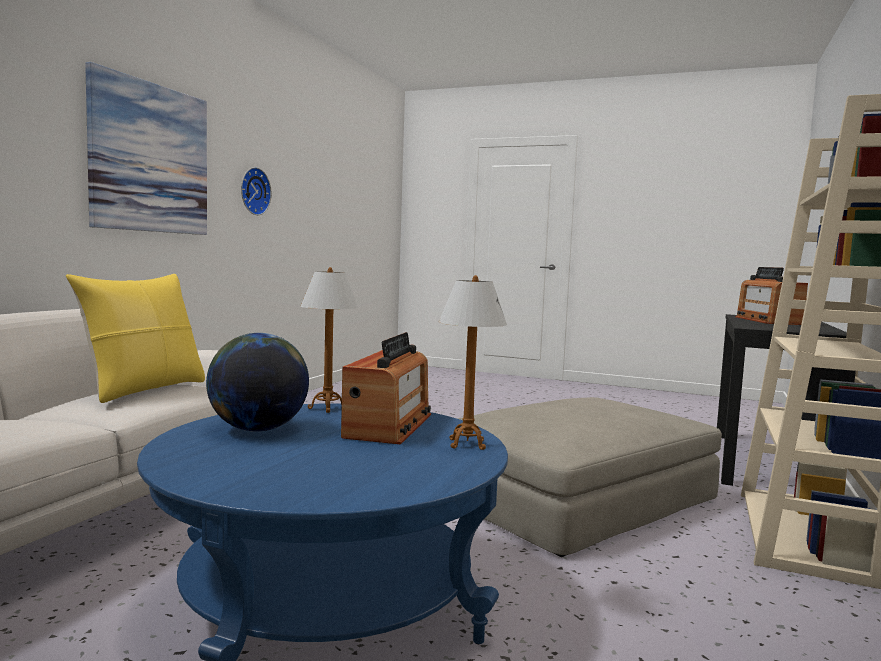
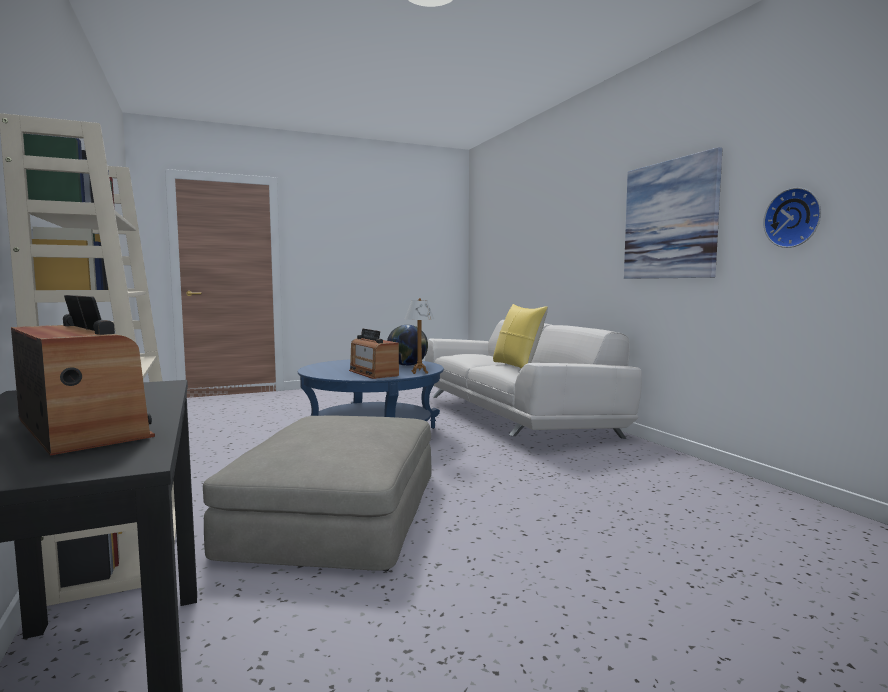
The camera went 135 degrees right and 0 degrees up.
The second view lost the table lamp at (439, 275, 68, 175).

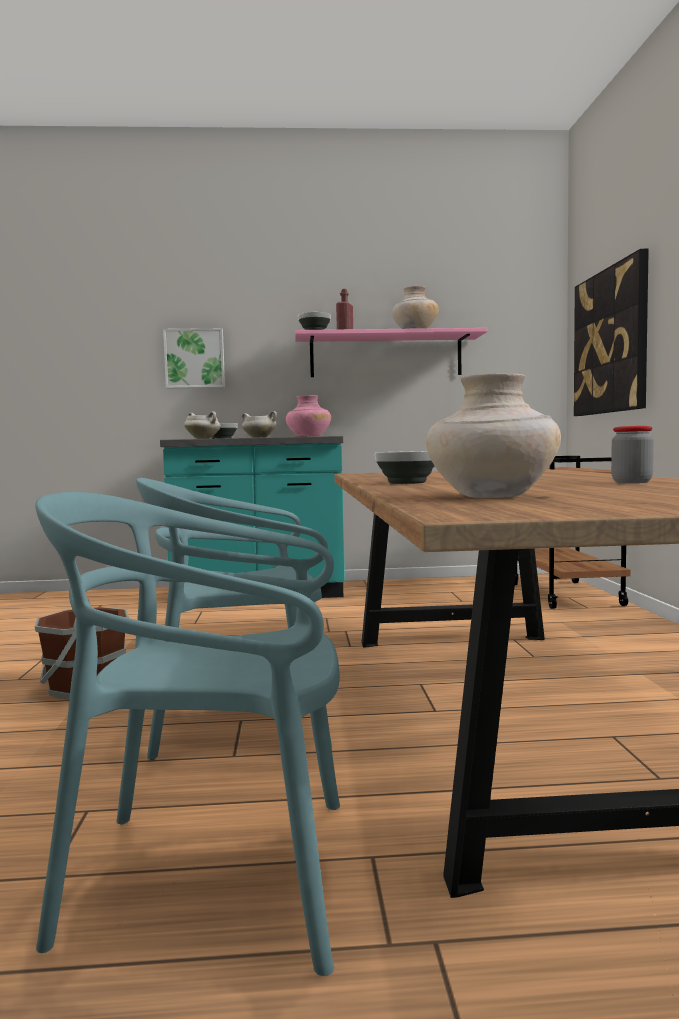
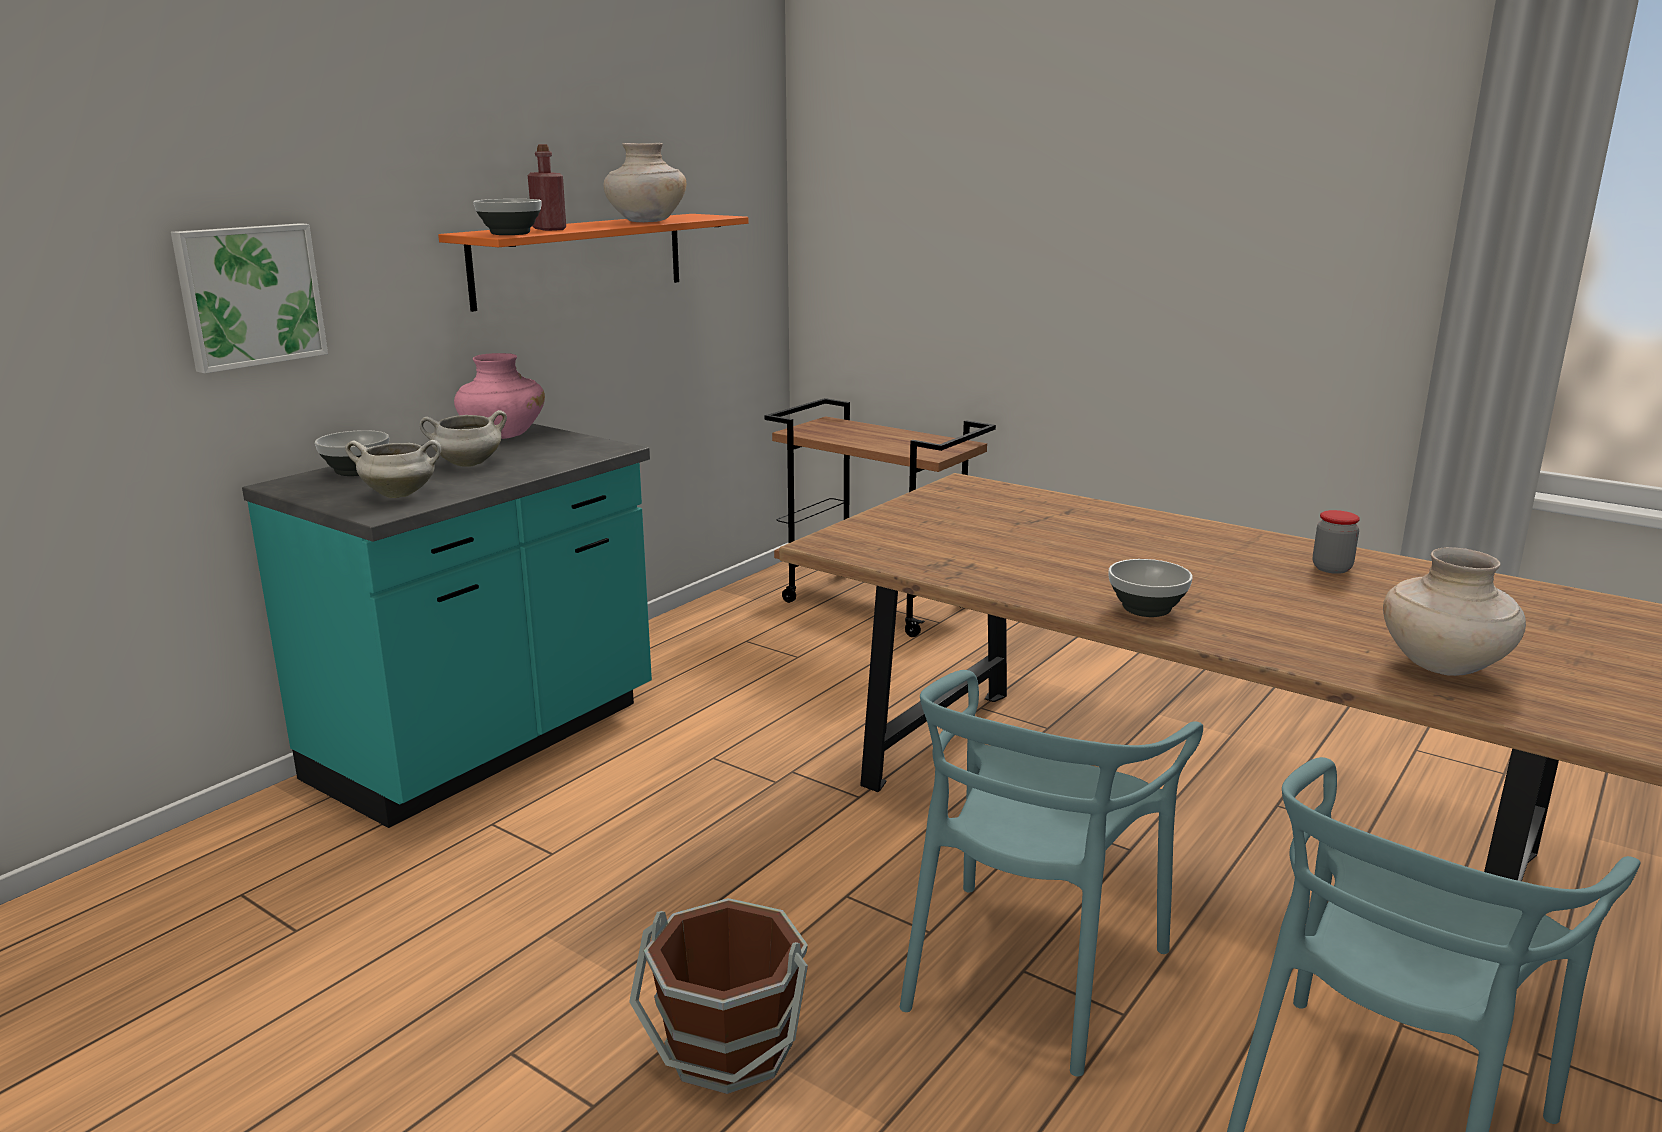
The camera went 50 degrees left and 15 degrees up.
What was the shelf (pink) at (295, 328, 193, 49) turned into the shelf (orange) at (438, 214, 311, 98).
The second view lost the picture at (574, 249, 75, 167).

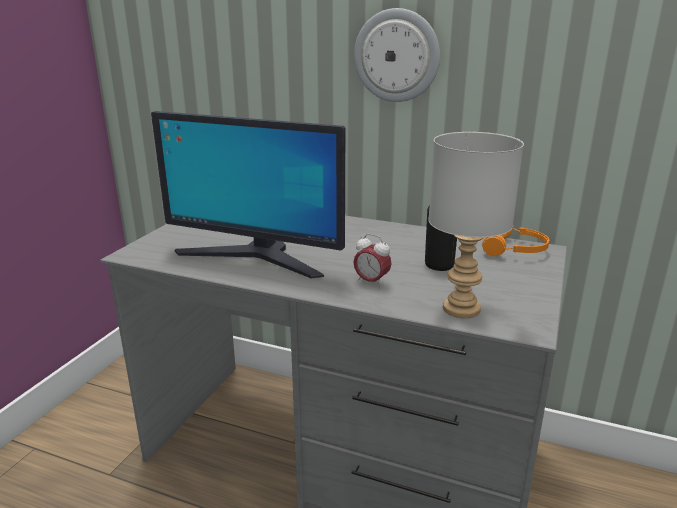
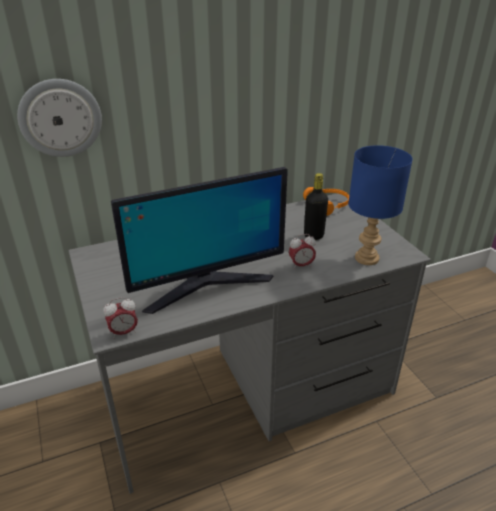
The camera went 45 degrees left and 10 degrees up.
The wall clock ended up elsewhere, having gone from (354, 8, 86, 94) to (17, 79, 85, 78).
What was the table lamp (grey) at (428, 132, 96, 186) turned into the table lamp (blue) at (348, 145, 65, 120).
The second view gained the alarm clock at (103, 297, 35, 42).

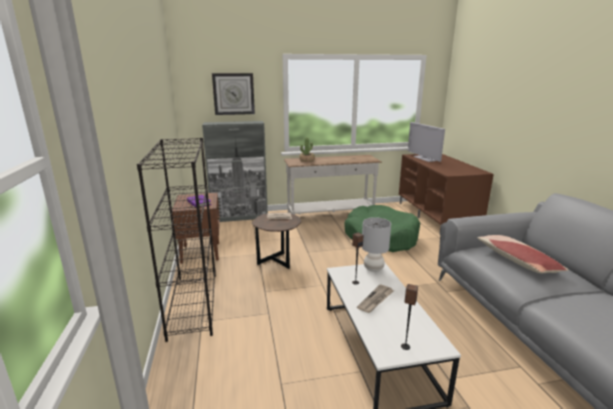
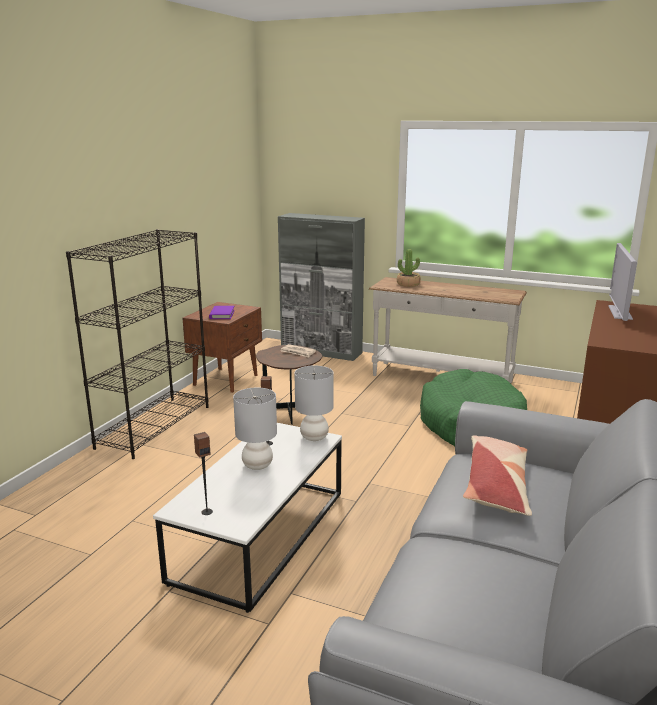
The camera went 35 degrees right and 0 degrees up.
The second view lost the wall clock at (212, 73, 43, 42).
Where the newspaper stood at (357, 284, 37, 29), the table lamp (grey) came to stand at (233, 387, 44, 83).

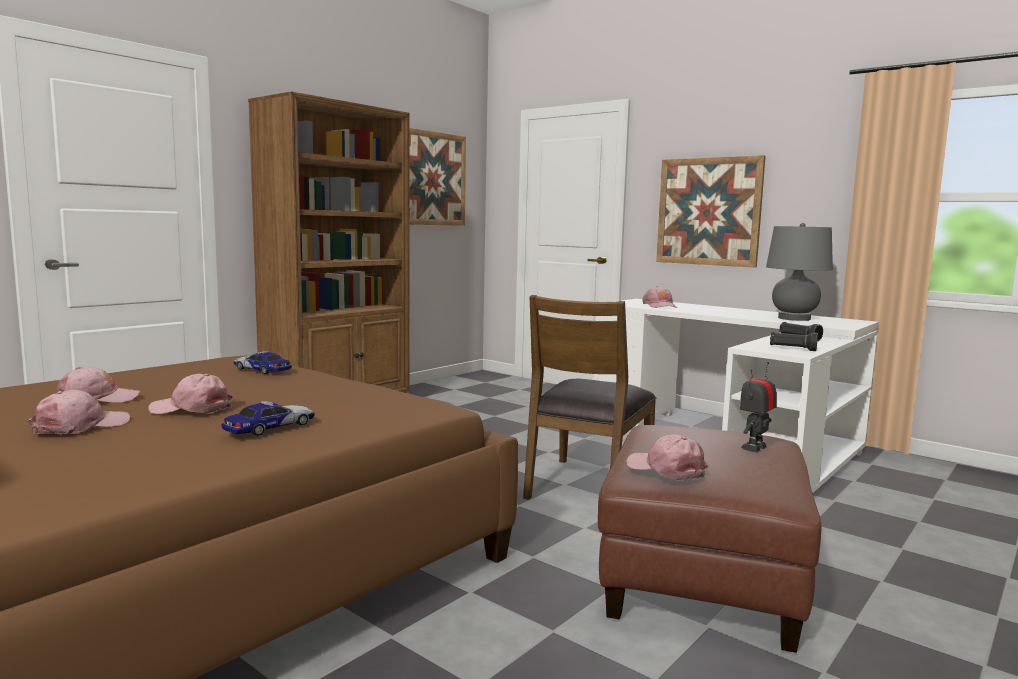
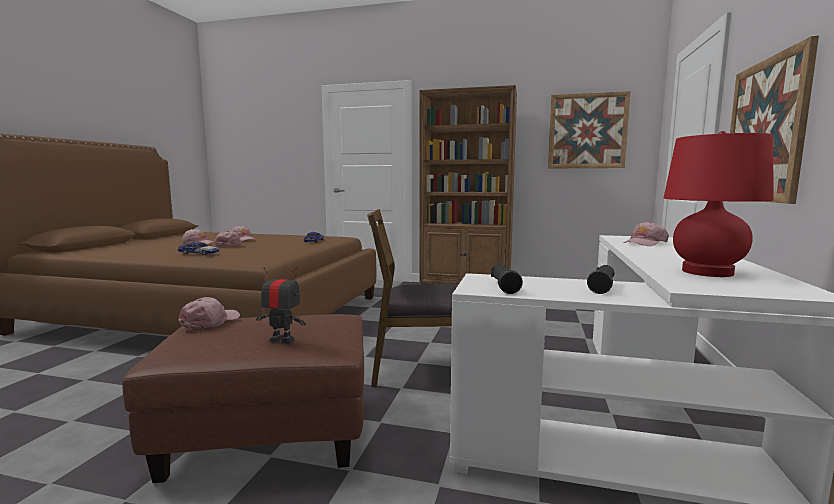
The camera went 65 degrees right and 0 degrees up.
What was the table lamp (grey) at (766, 223, 67, 98) turned into the table lamp (red) at (664, 131, 110, 146).

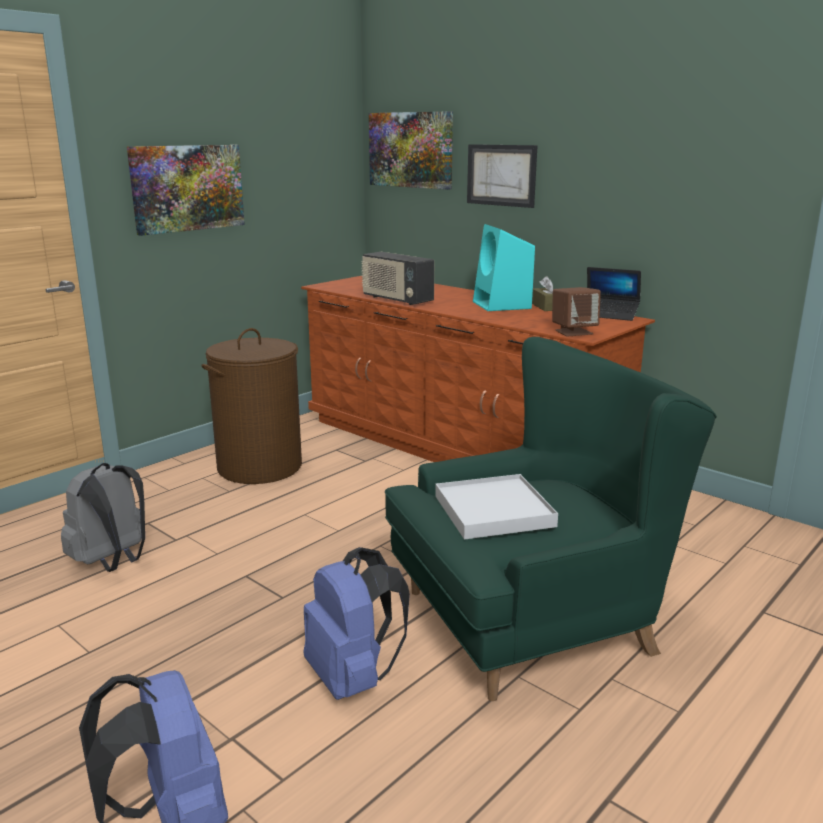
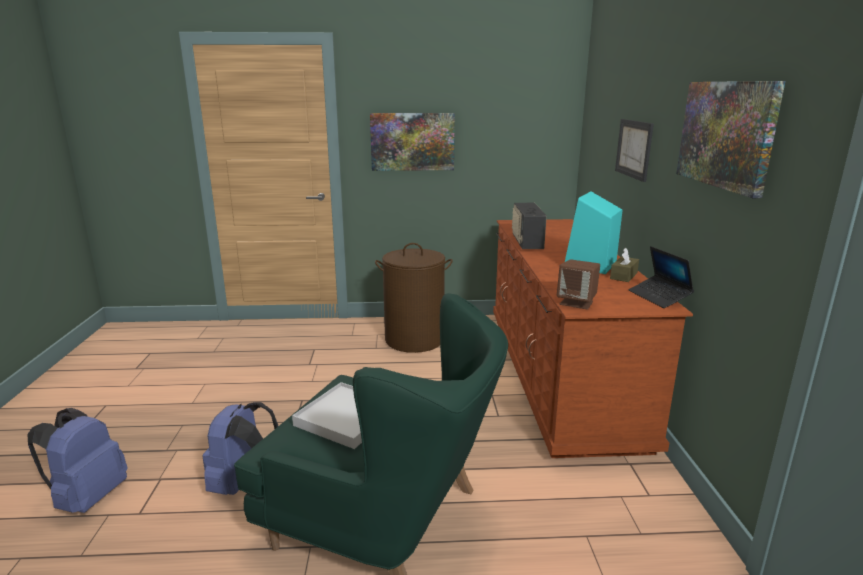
The camera went 45 degrees right and 0 degrees up.
The second view lost the backpack (grey) at (61, 463, 84, 109).
The picture ended up elsewhere, having gone from (369, 111, 84, 79) to (676, 81, 110, 117).

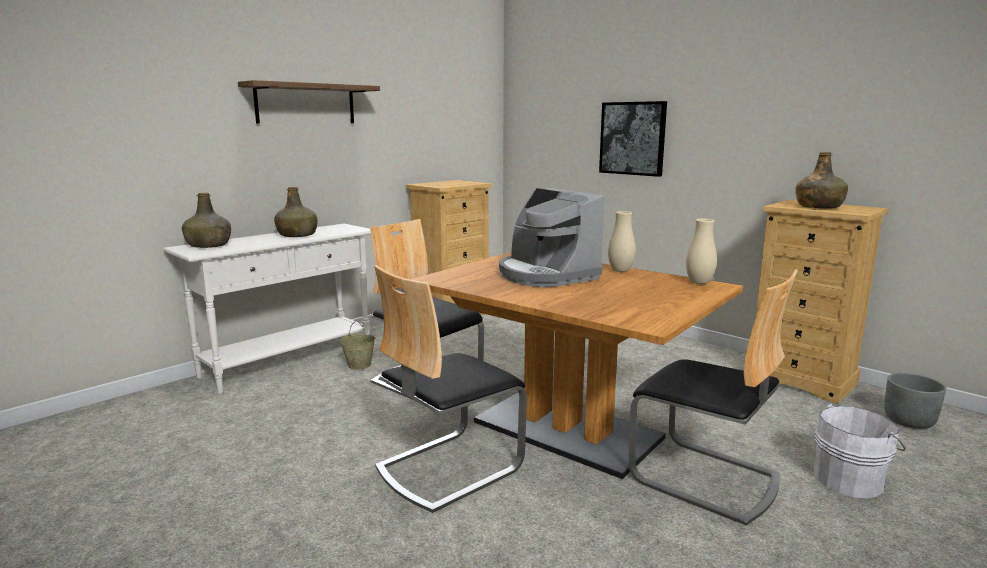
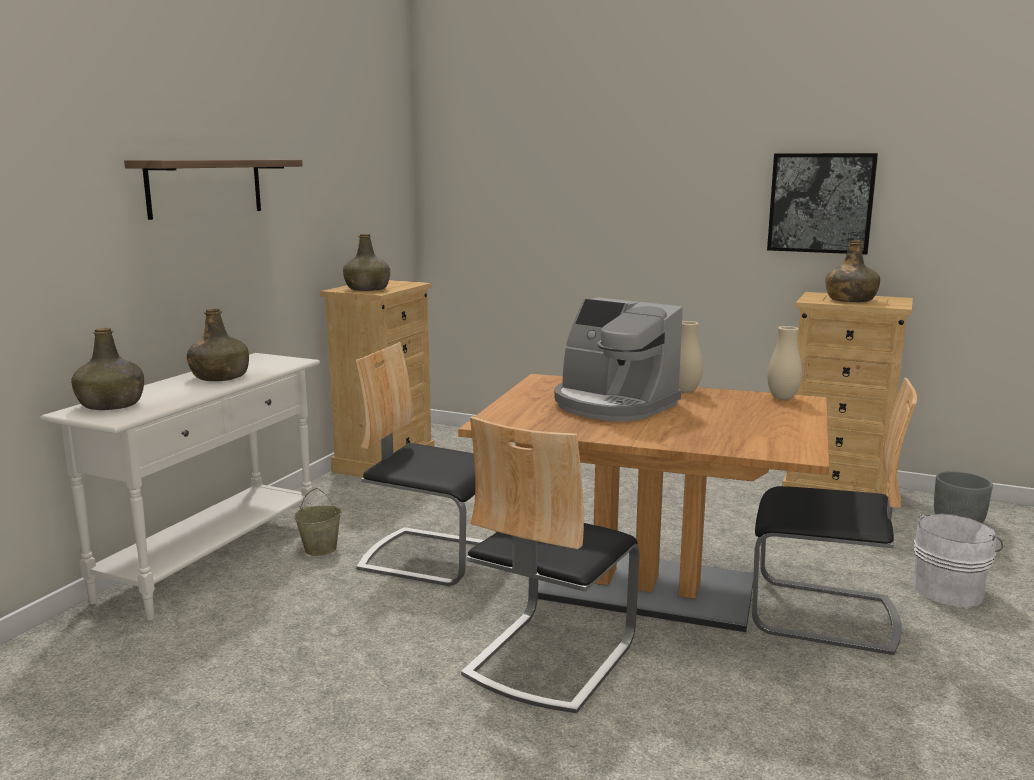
The camera went 20 degrees left and 0 degrees up.
The picture ended up elsewhere, having gone from (599, 101, 68, 76) to (767, 153, 111, 102).
The second view gained the bottle (green) at (343, 234, 47, 57).

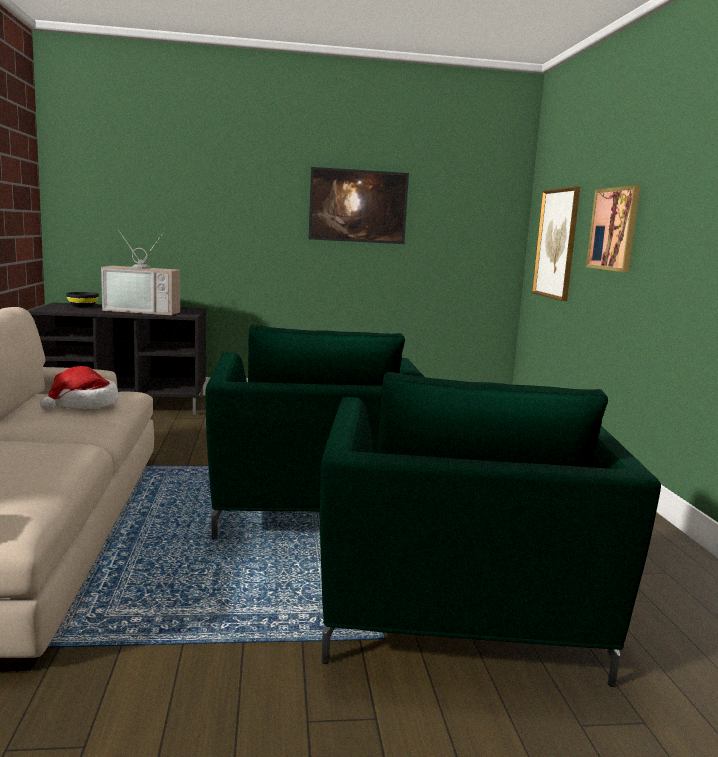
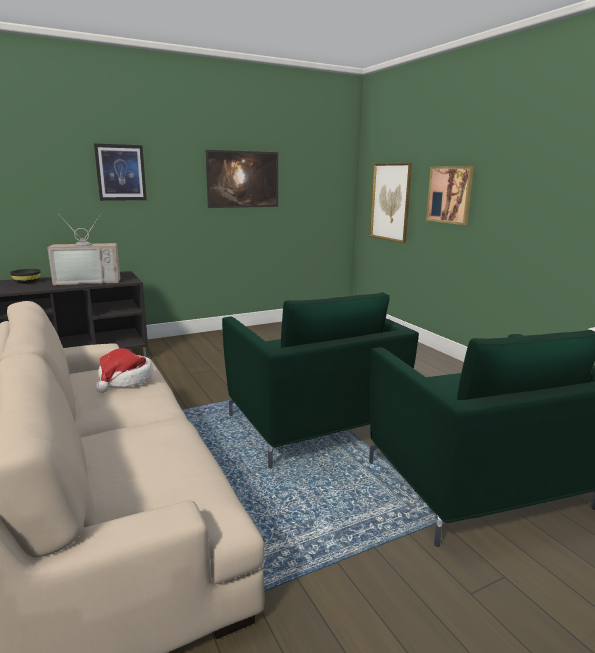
The camera went 20 degrees left and 5 degrees up.
The second view gained the picture at (94, 143, 53, 58).

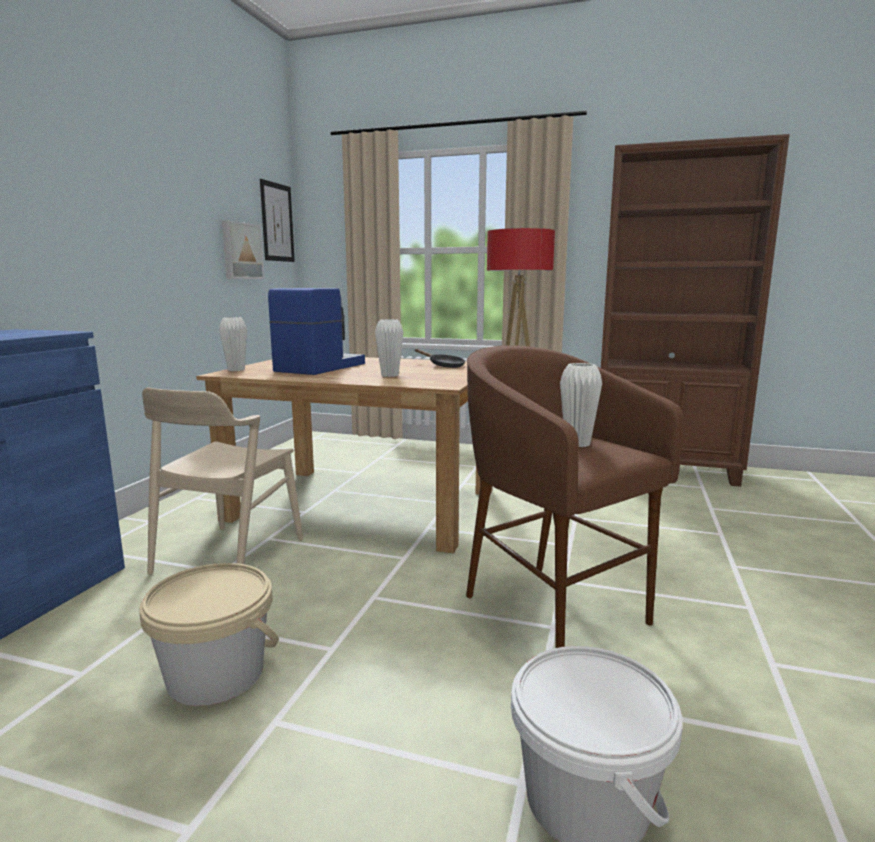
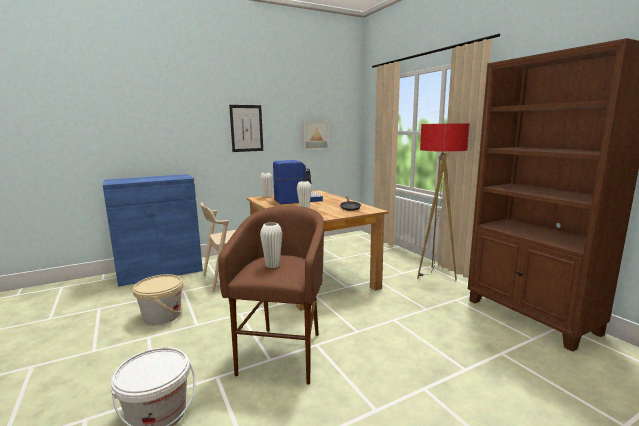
The camera went 45 degrees right and 0 degrees up.
The picture ended up elsewhere, having gone from (260, 179, 35, 83) to (229, 105, 34, 47).

